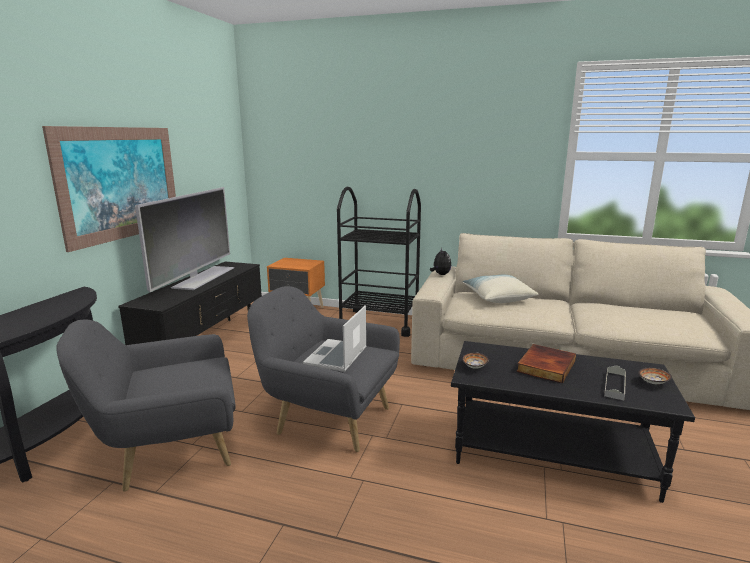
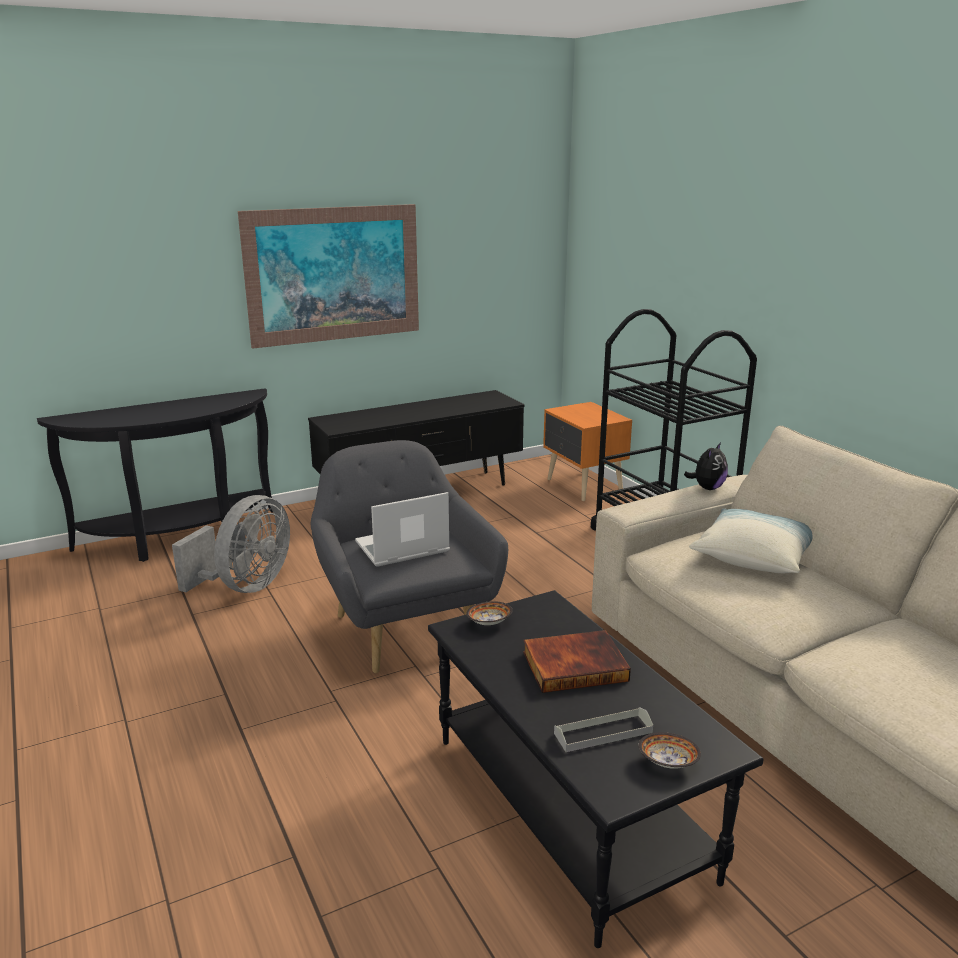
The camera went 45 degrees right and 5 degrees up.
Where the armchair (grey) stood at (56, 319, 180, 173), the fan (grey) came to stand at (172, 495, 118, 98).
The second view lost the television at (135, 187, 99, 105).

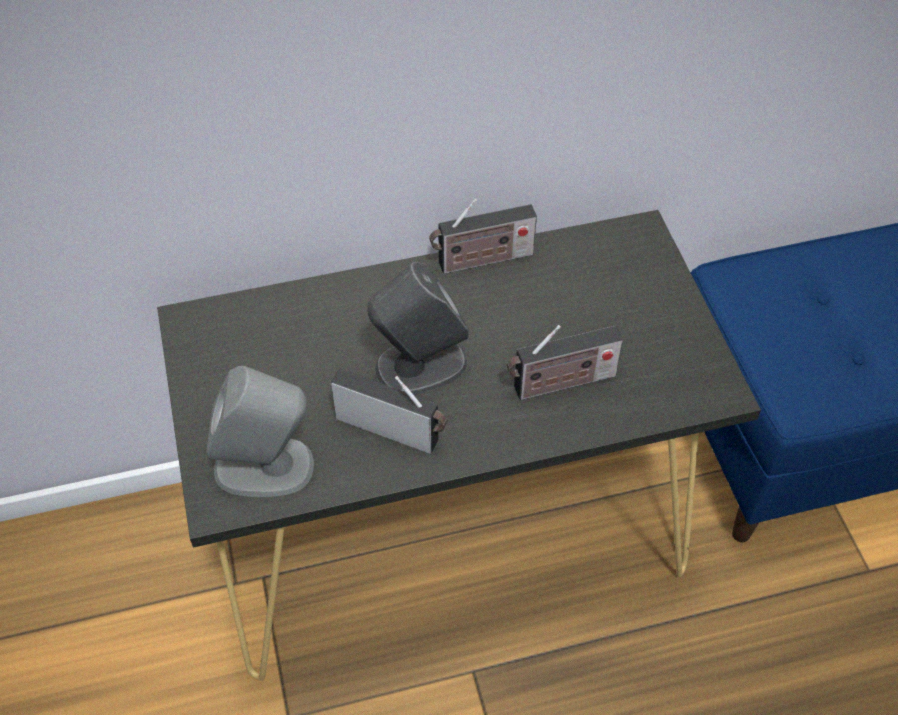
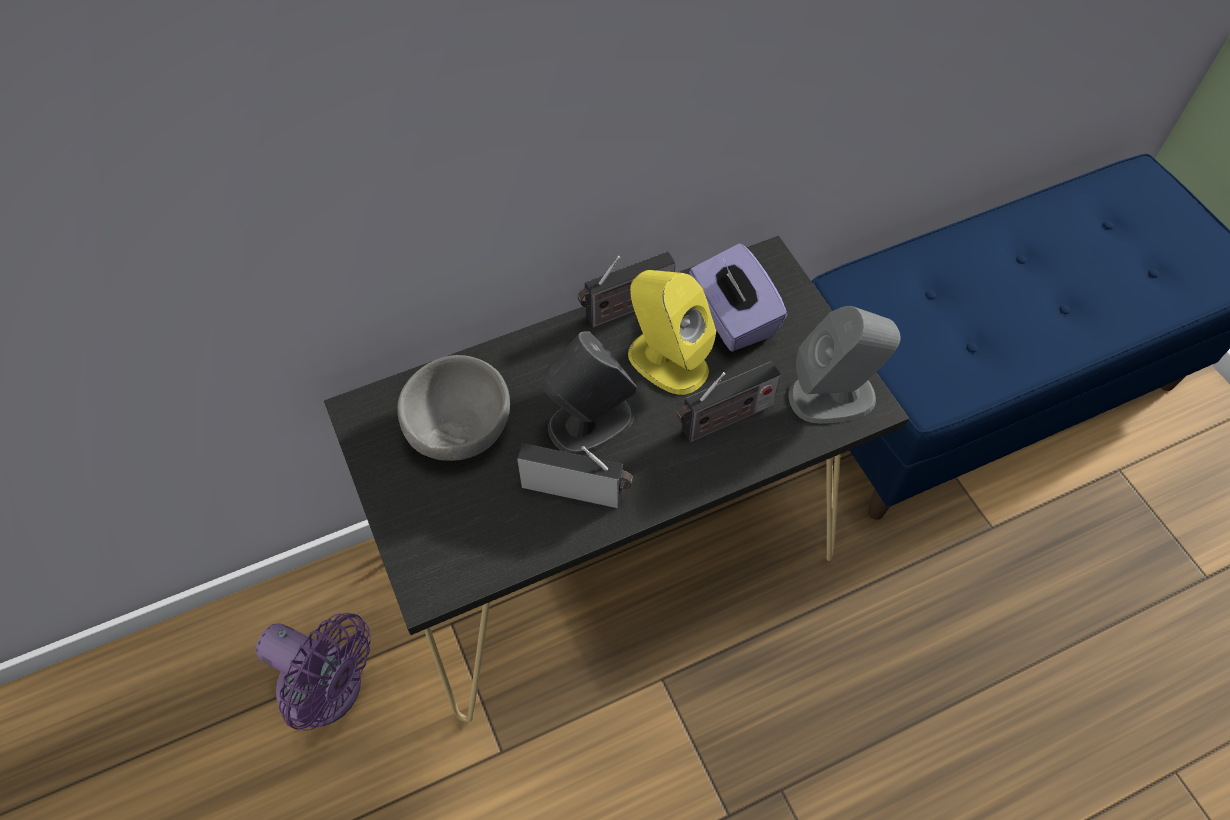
The camera went 10 degrees left and 5 degrees up.
The speaker (grey) ended up elsewhere, having gone from (207, 365, 107, 132) to (789, 306, 112, 118).
The second view gained the fan (purple) at (256, 613, 115, 118).
The second view gained the bowl (grey) at (397, 355, 113, 106).
The second view gained the speaker (yellow) at (628, 270, 88, 125).
The second view gained the tissue box (purple) at (689, 243, 98, 109).

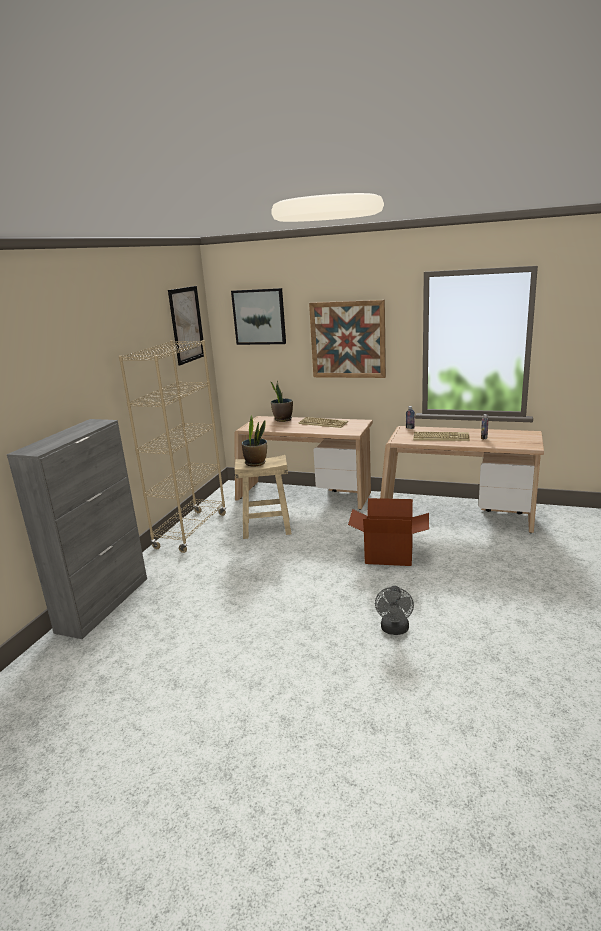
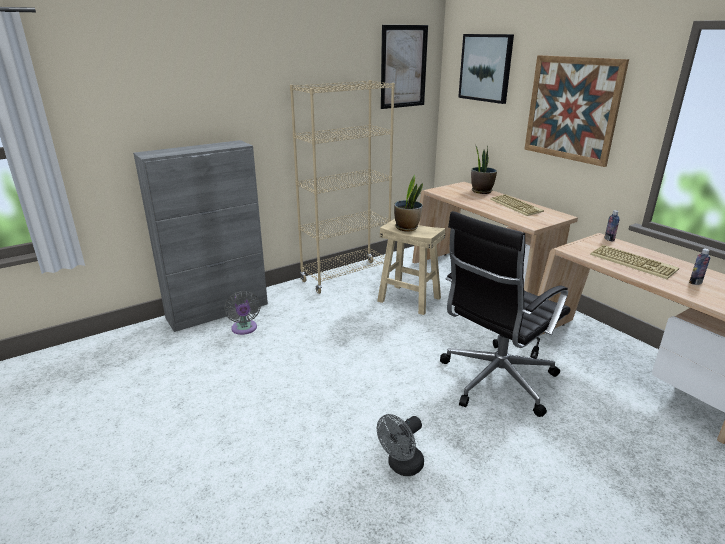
The camera went 35 degrees right and 5 degrees up.
Where the cardboard box stood at (348, 498, 81, 68), the office chair (black) came to stand at (440, 211, 130, 206).
The second view gained the fan (grey) at (224, 291, 37, 44).

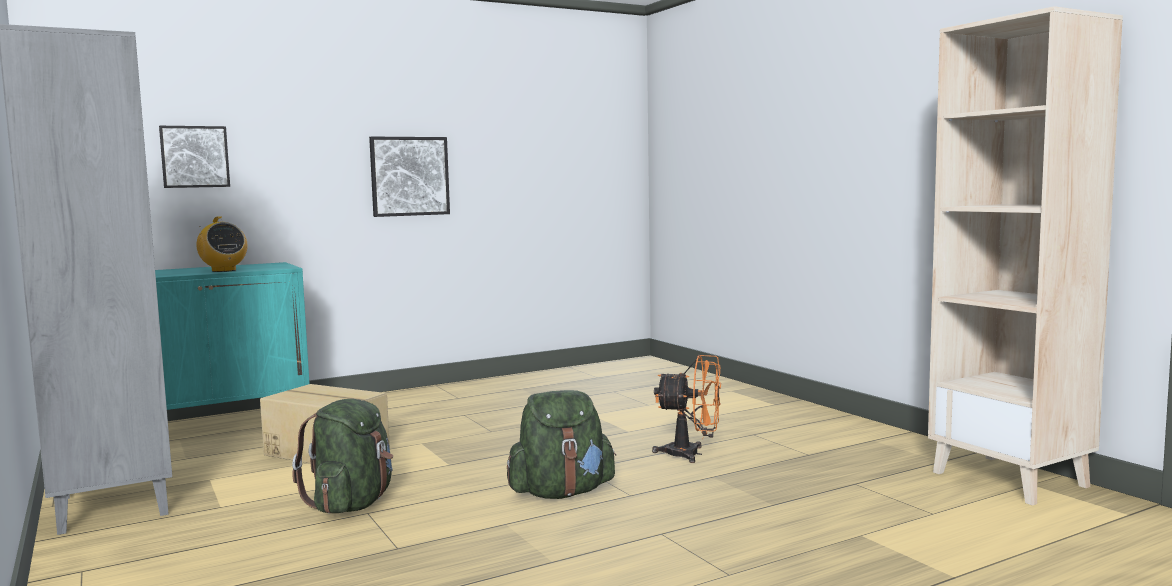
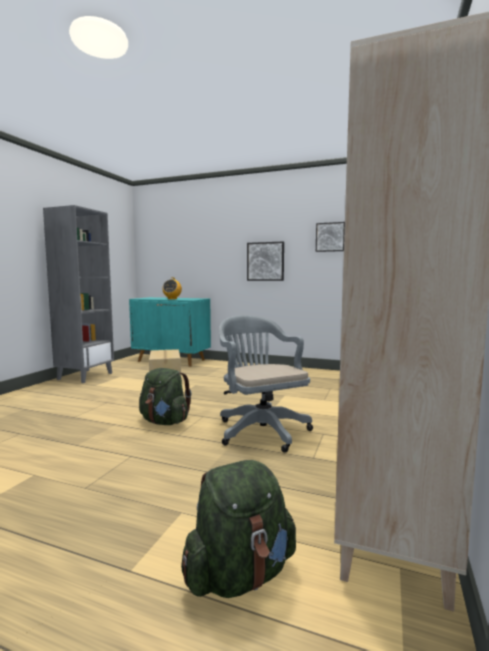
The camera went 50 degrees right and 0 degrees up.
The picture ended up elsewhere, having gone from (159, 126, 71, 62) to (316, 222, 29, 30).
The backpack (green) ended up elsewhere, having gone from (292, 399, 101, 115) to (181, 460, 115, 138).
Where the fan (orange) stood at (652, 355, 69, 108), the office chair (grey) came to stand at (219, 315, 94, 138).

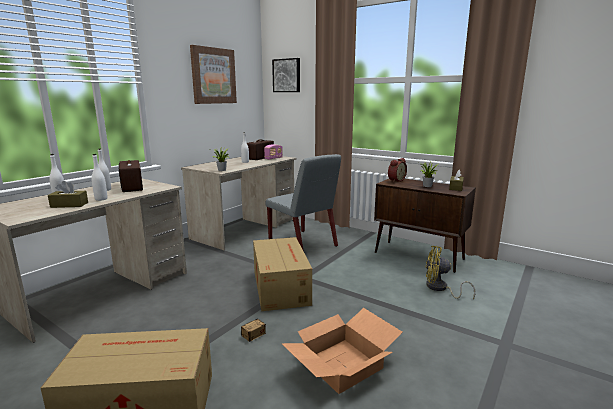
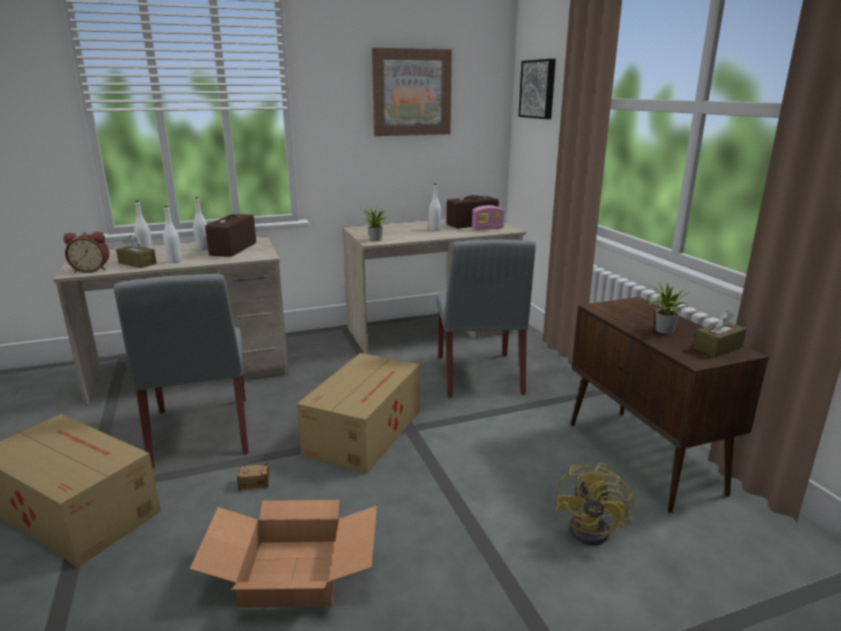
The camera went 35 degrees right and 5 degrees up.
The alarm clock ended up elsewhere, having gone from (388, 158, 19, 24) to (63, 232, 46, 41).
The fan (yellow) at (426, 246, 50, 53) ended up facing another way, 120 degrees counterclockwise from before.
The second view gained the chair (grey) at (114, 274, 135, 194).

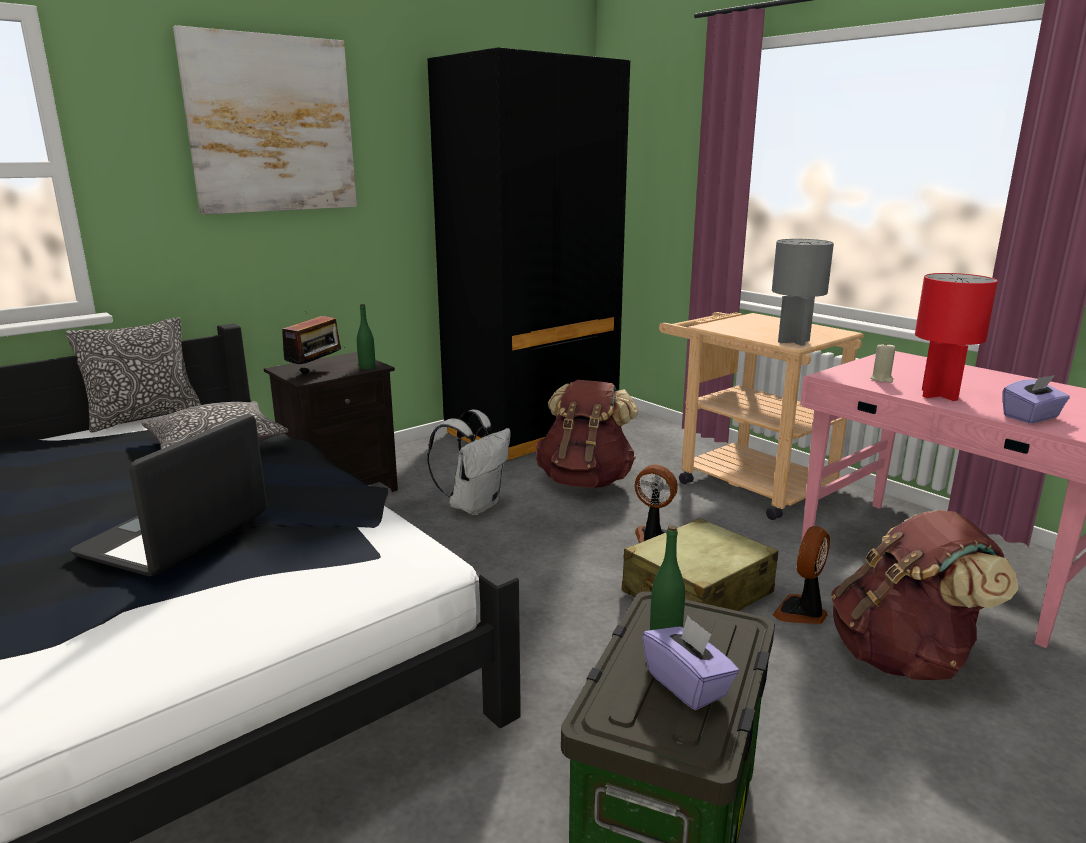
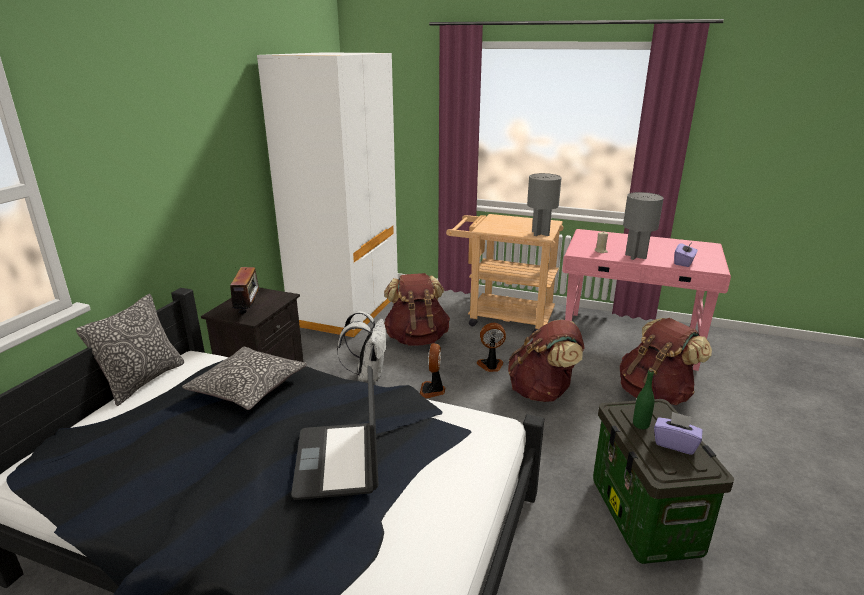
The camera went 30 degrees left and 5 degrees up.
The second view lost the picture at (173, 25, 184, 190).
The second view lost the bottle (green) at (357, 304, 18, 66).
What was the wardrobe (black) at (427, 47, 203, 414) turned into the wardrobe (white) at (257, 52, 141, 286).
Where the suitcase (beige) stood at (622, 518, 156, 93), the backpack (brown) came to stand at (508, 319, 77, 83).
The fan ended up elsewhere, having gone from (772, 526, 58, 98) to (420, 343, 25, 55).
What was the table lamp (red) at (915, 273, 83, 128) turned into the table lamp (grey) at (623, 192, 41, 68).

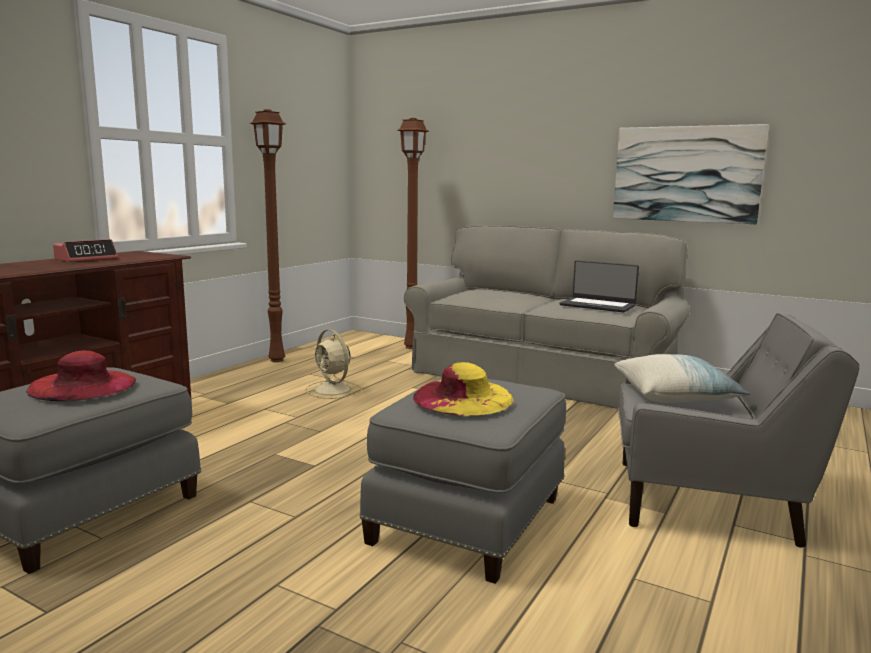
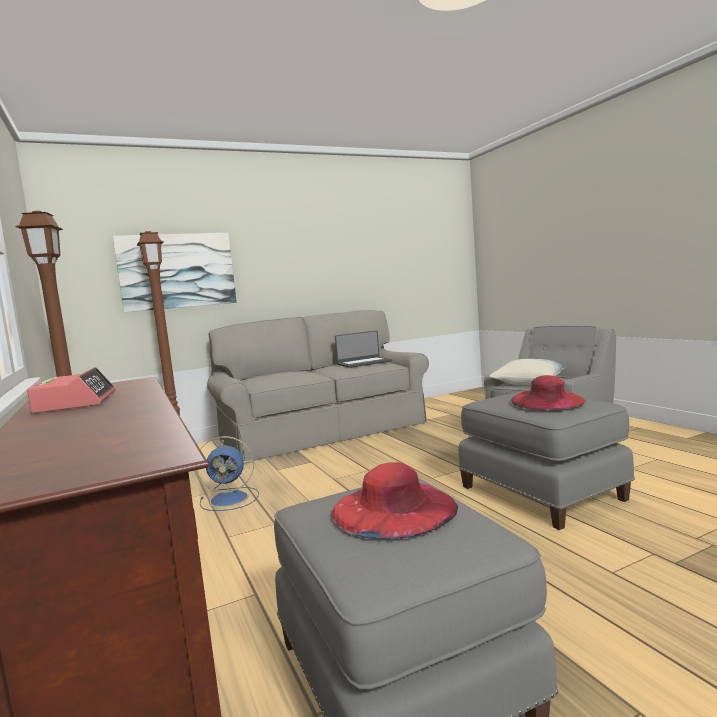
The camera went 55 degrees left and 5 degrees down.
What was the fan (beige) at (306, 329, 56, 70) turned into the fan (blue) at (196, 436, 63, 75).
What was the hat (yellow) at (413, 362, 101, 54) turned into the hat (red) at (511, 375, 75, 35).
The picture ended up elsewhere, having gone from (613, 124, 156, 100) to (113, 233, 124, 79).

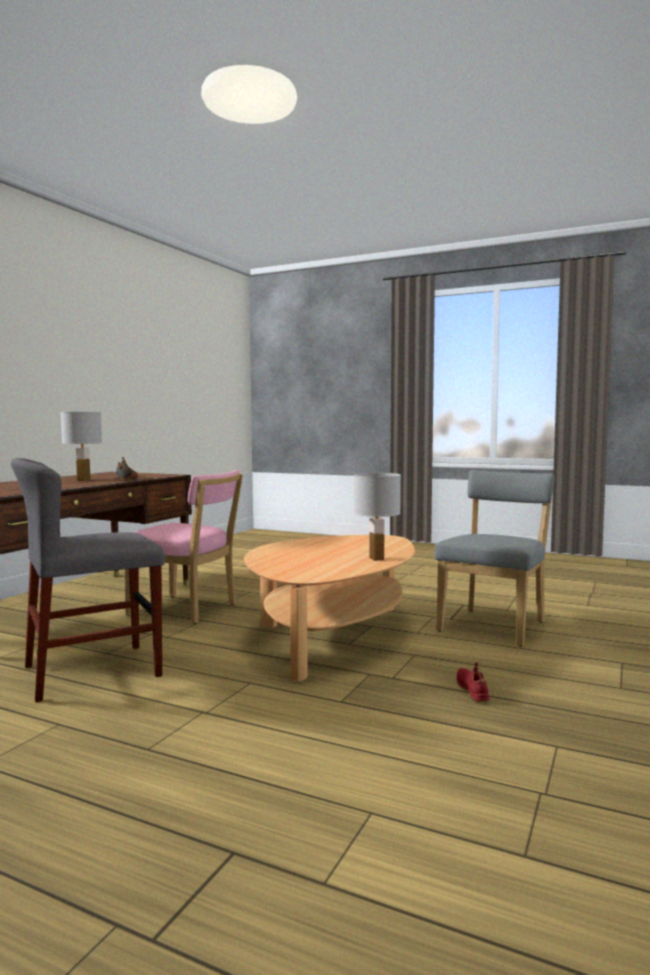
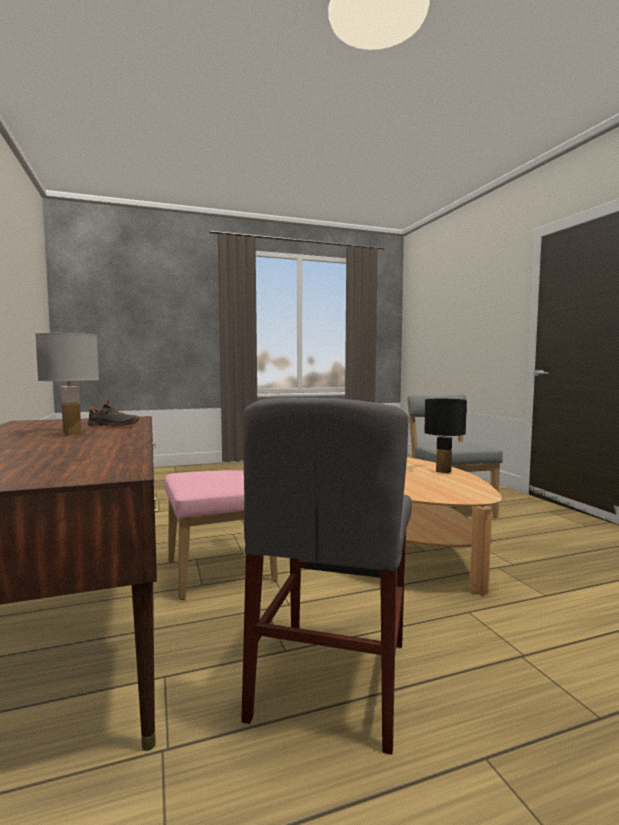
The camera went 45 degrees left and 0 degrees up.
What was the table lamp (white) at (354, 473, 47, 88) turned into the table lamp (black) at (424, 399, 43, 74).
The second view lost the shoe (red) at (457, 661, 33, 41).

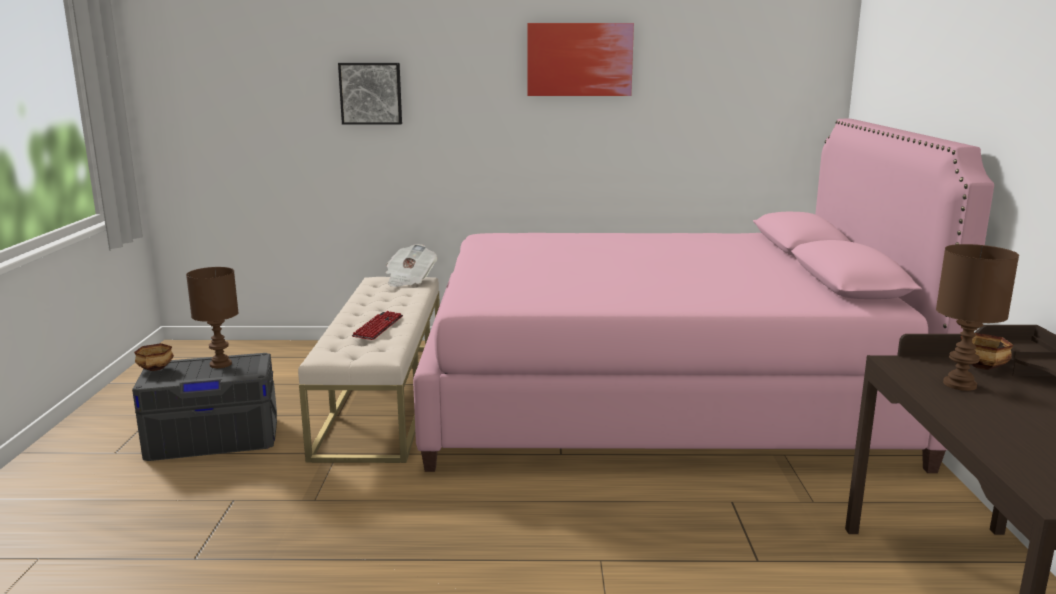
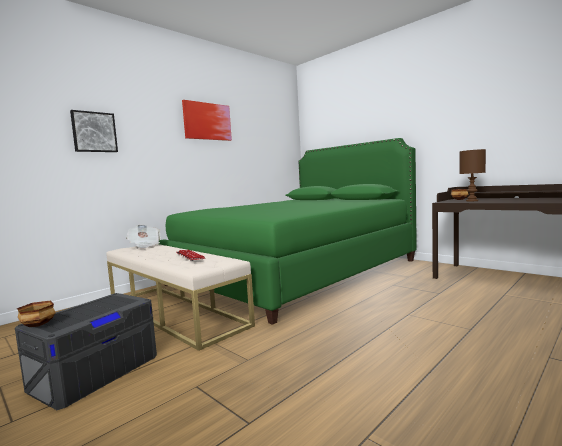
The camera went 45 degrees left and 10 degrees down.
The second view lost the table lamp (brown) at (186, 267, 53, 101).
What was the bed (pink) at (413, 119, 581, 354) turned into the bed (green) at (159, 138, 258, 187).

